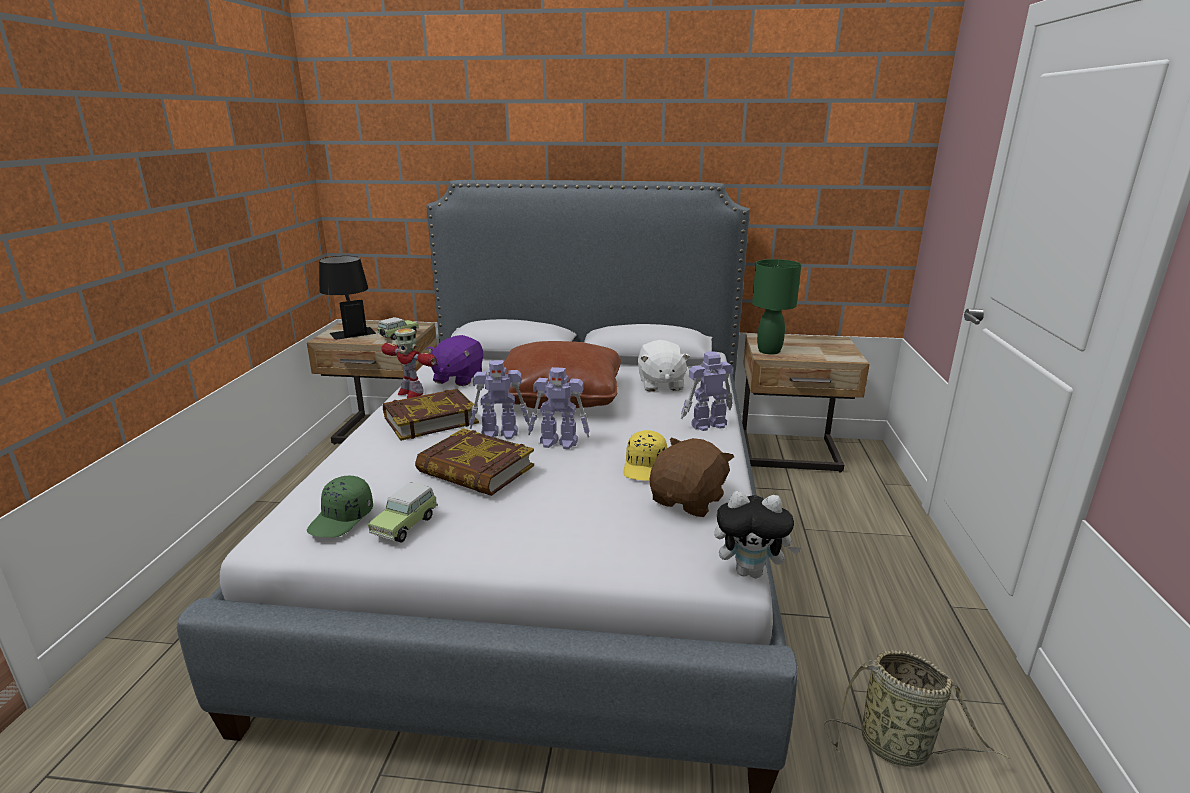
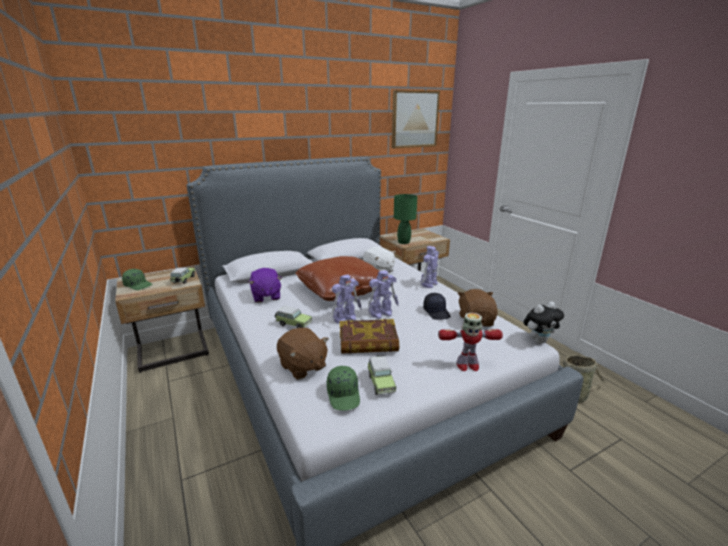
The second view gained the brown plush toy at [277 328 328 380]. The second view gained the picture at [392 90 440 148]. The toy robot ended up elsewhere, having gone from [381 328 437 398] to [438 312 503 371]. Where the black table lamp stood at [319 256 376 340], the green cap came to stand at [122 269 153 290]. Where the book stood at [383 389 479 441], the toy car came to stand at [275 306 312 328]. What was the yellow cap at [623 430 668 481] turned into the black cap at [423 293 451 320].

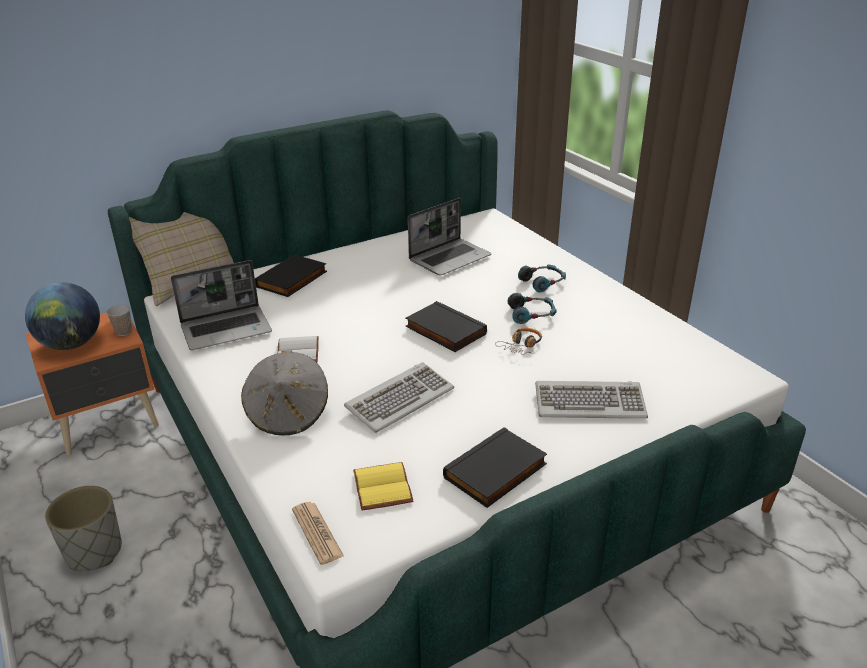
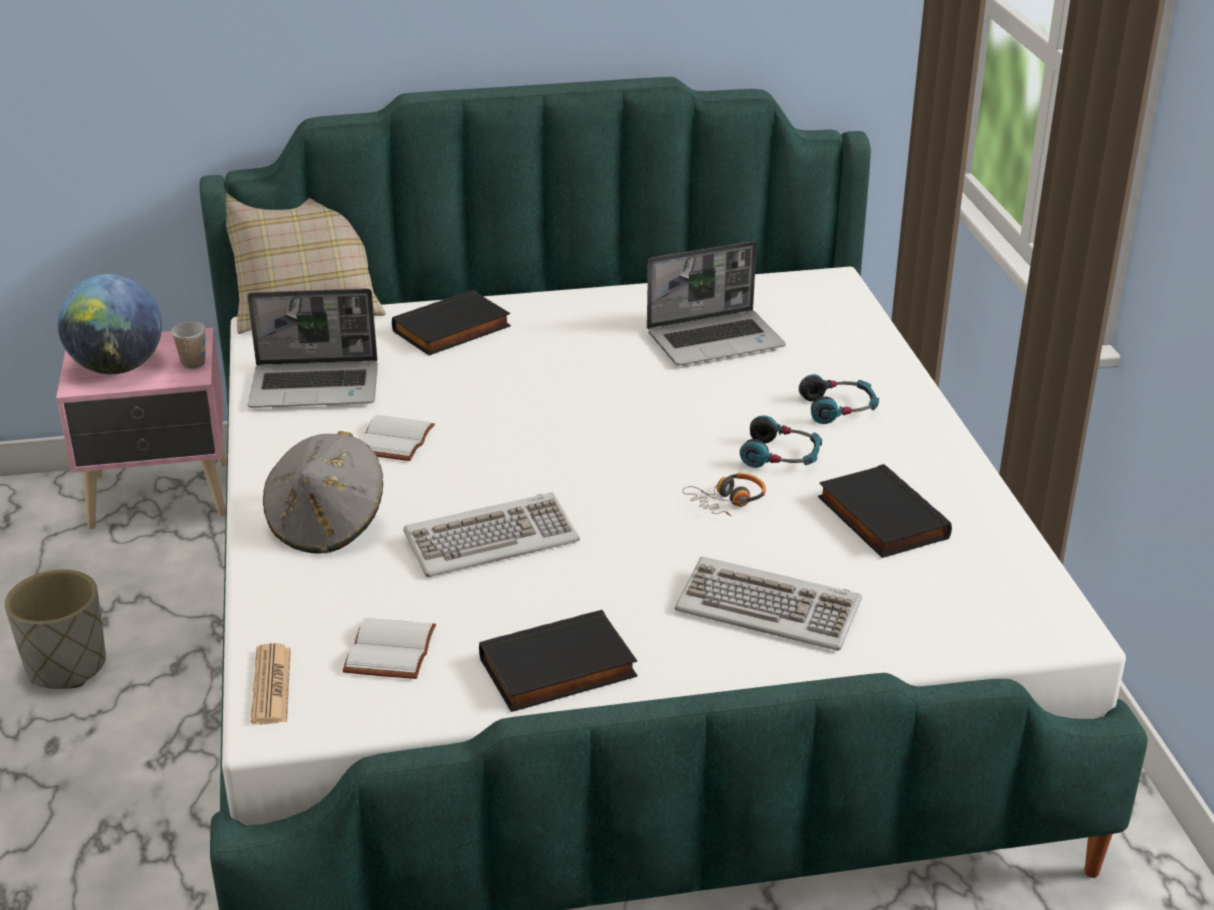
The black book ended up elsewhere, having gone from [405 301 487 352] to [818 464 952 558]. What was the orange nightstand at [25 313 159 455] turned into the pink nightstand at [56 328 227 529]. What was the yellow book at [353 462 413 511] turned into the white book at [342 618 436 679].

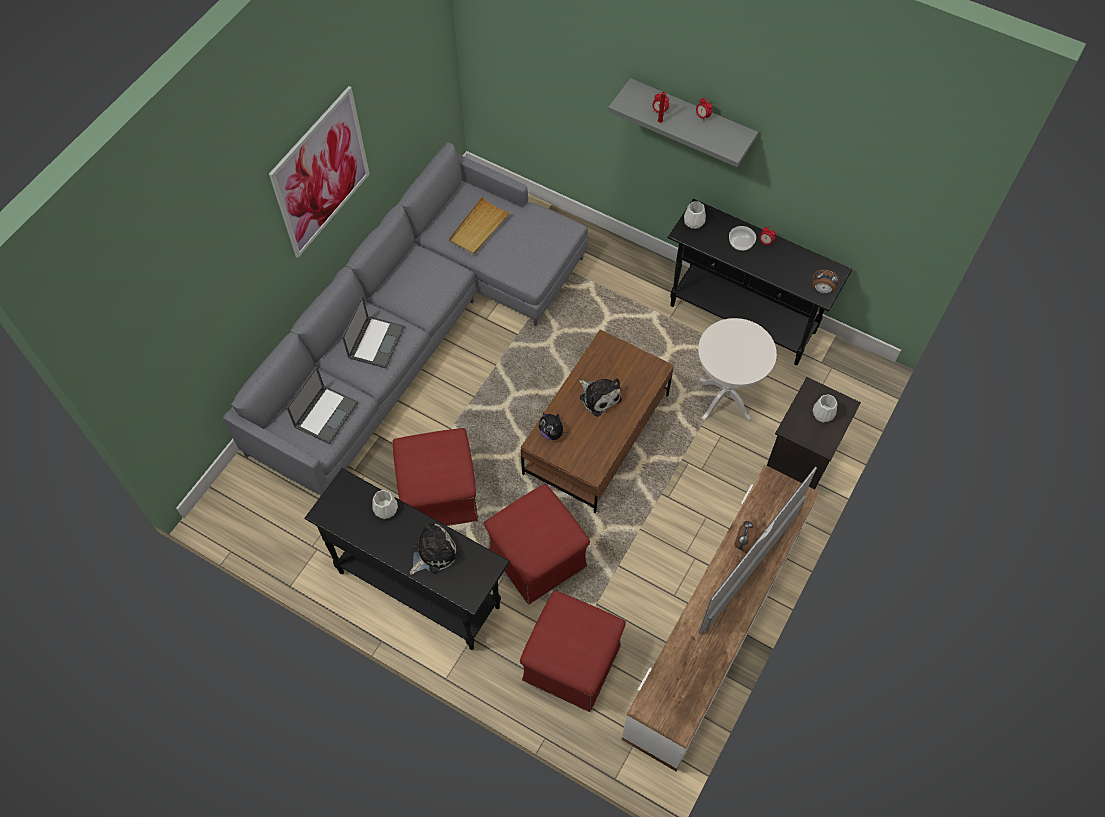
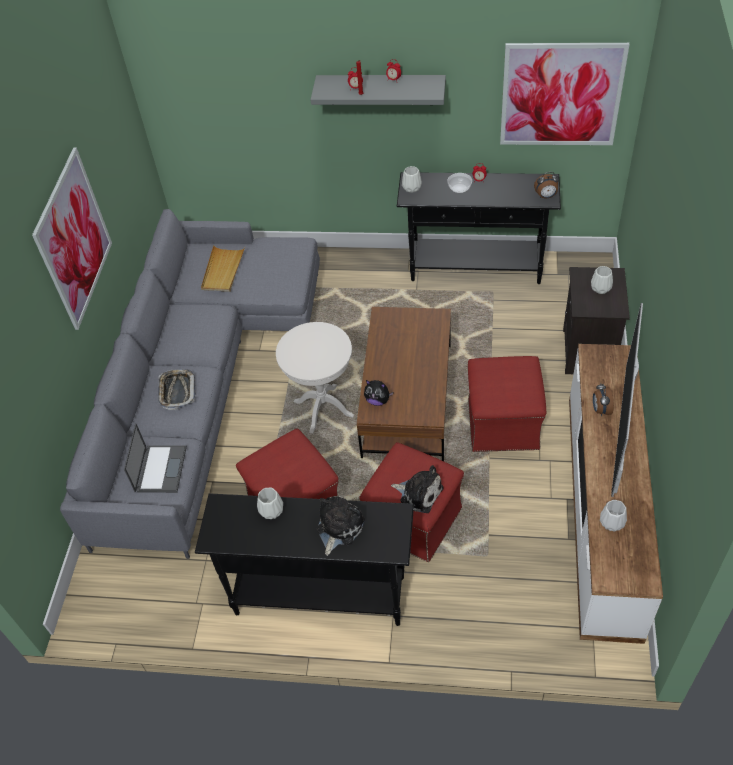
The second view gained the picture at [500 43 630 145]. The second view gained the white vase at [600 500 627 532]. The red ottoman ended up elsewhere, having gone from [520 590 626 712] to [468 356 546 452]. The plush toy ended up elsewhere, having gone from [579 378 622 417] to [391 465 443 513]. The white side table ended up elsewhere, having gone from [698 318 777 422] to [276 322 354 434]. Where the laptop stood at [342 296 405 368], the tray came to stand at [158 369 195 410].

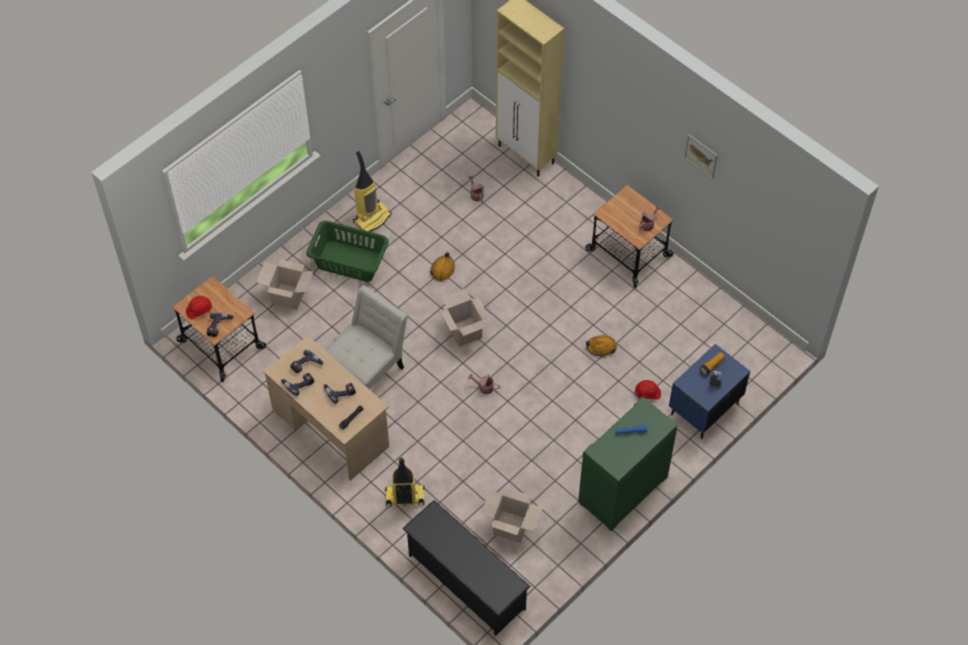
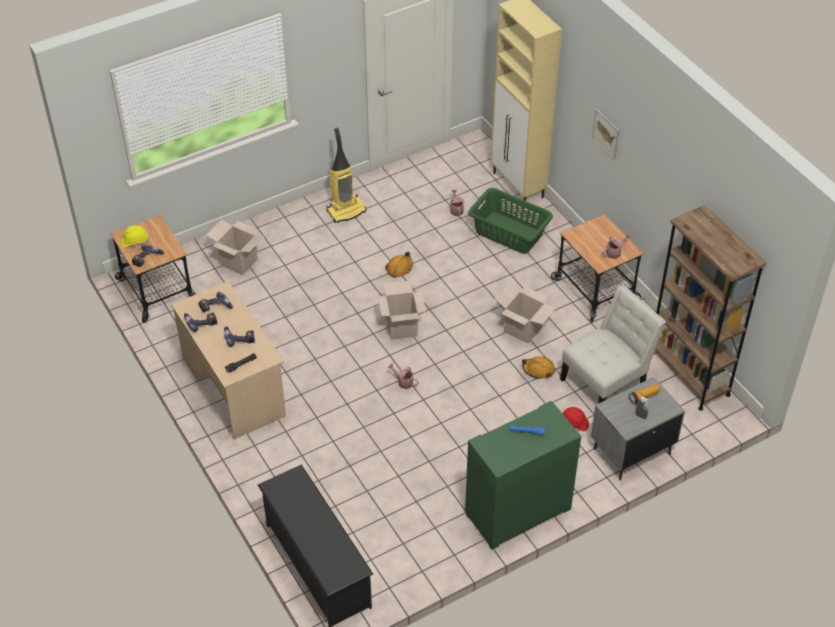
The second view lost the vacuum cleaner at [385 458 425 507]. The second view gained the brown bookcase at [655 205 767 411]. The green laundry basket ended up elsewhere, having gone from [306 221 389 282] to [468 188 553 254]. The white chair ended up elsewhere, having gone from [325 285 408 389] to [560 285 666 404]. The cardboard box ended up elsewhere, having gone from [481 488 543 543] to [495 282 557 344]. The picture ended up elsewhere, having gone from [684 134 718 179] to [592 109 619 160]. What was the red hard hat at [186 296 212 319] turned into the yellow hard hat at [121 225 149 247]. What was the blue nightstand at [669 344 750 439] turned into the grey nightstand at [591 377 685 480].

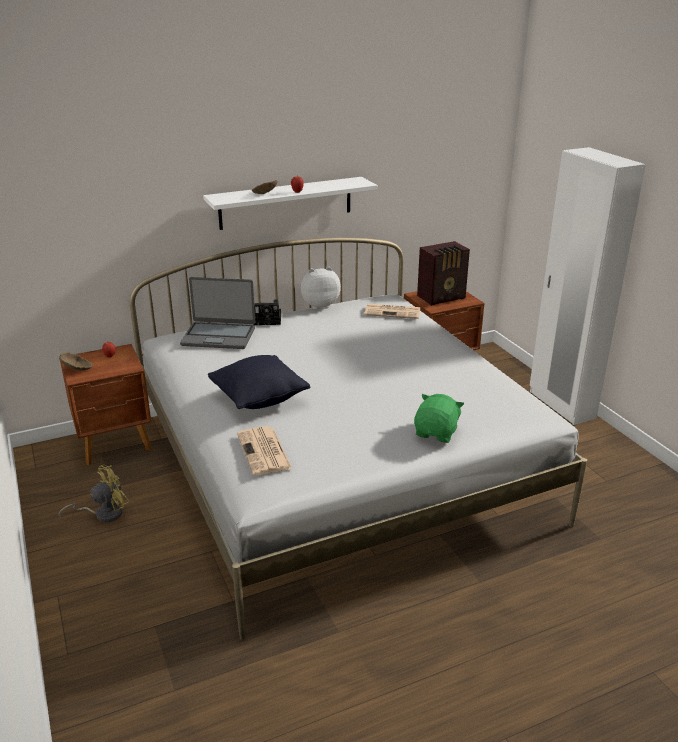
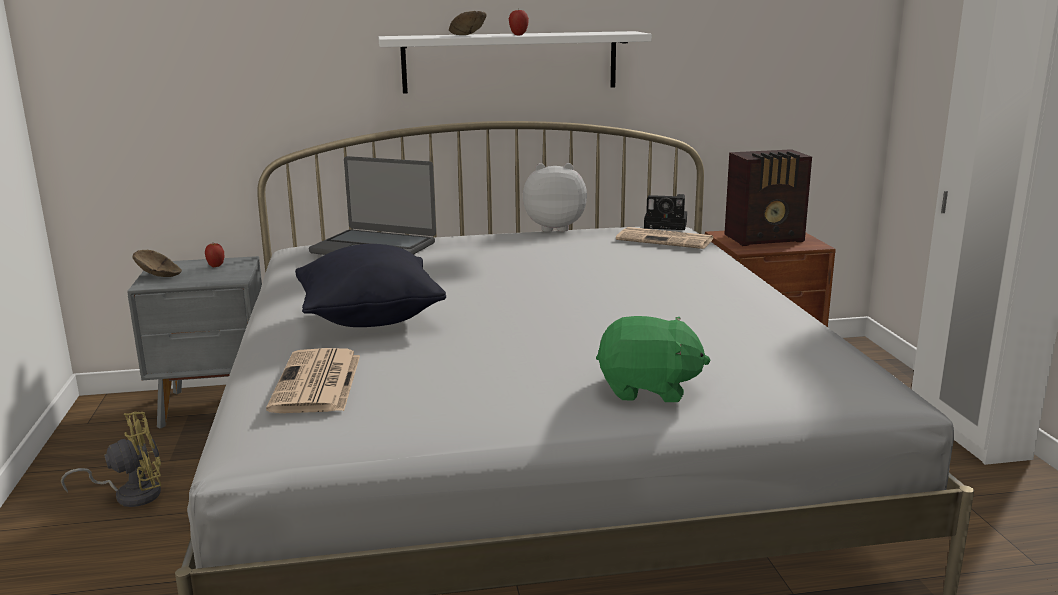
The photo camera ended up elsewhere, having gone from [254 299 281 325] to [644 194 687 230]. What was the brown nightstand at [60 344 152 465] turned into the grey nightstand at [127 256 262 428]. The green plush toy at [414 394 464 443] ended up facing another way, 60 degrees clockwise from before.

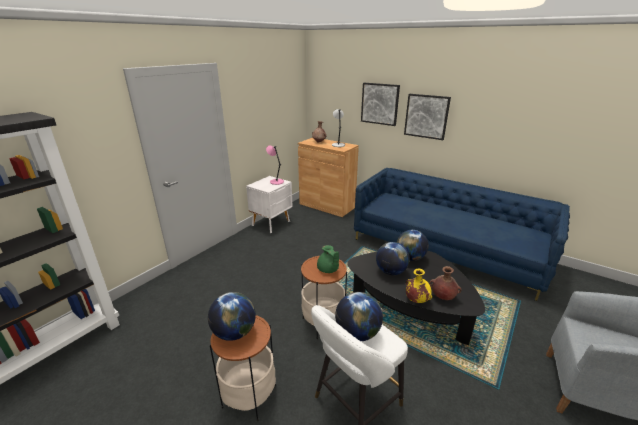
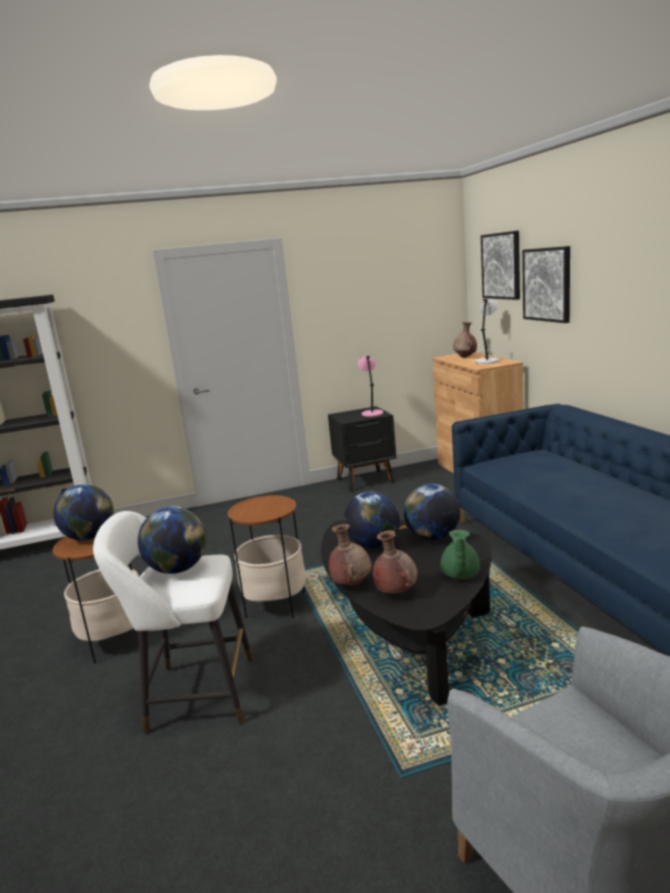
The green teapot ended up elsewhere, having gone from [317 245 339 273] to [440 530 480 579]. The picture ended up elsewhere, having gone from [404 94 451 140] to [481 231 520 300]. What was the white nightstand at [246 176 293 233] turned into the black nightstand at [328 406 396 492]. What was the yellow vase at [405 269 432 303] turned into the brown vase at [329 524 372 585].

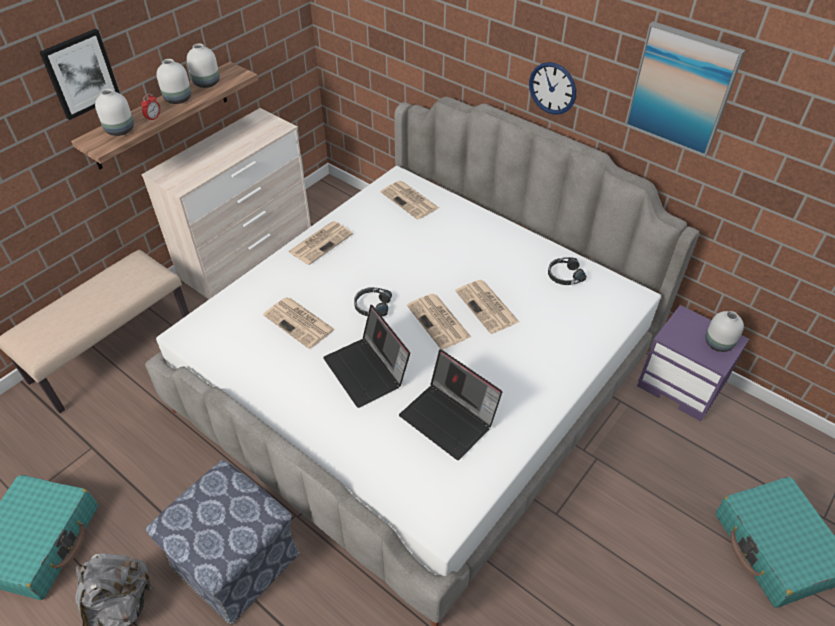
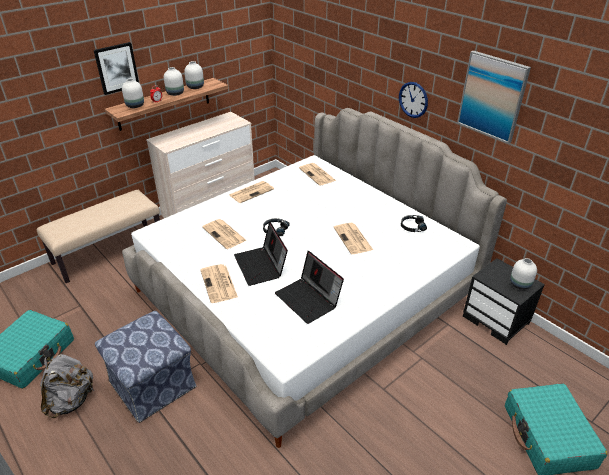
The newspaper ended up elsewhere, having gone from [407 294 471 350] to [200 264 238 303]. What was the purple nightstand at [637 305 749 421] turned into the black nightstand at [463 258 545 345].

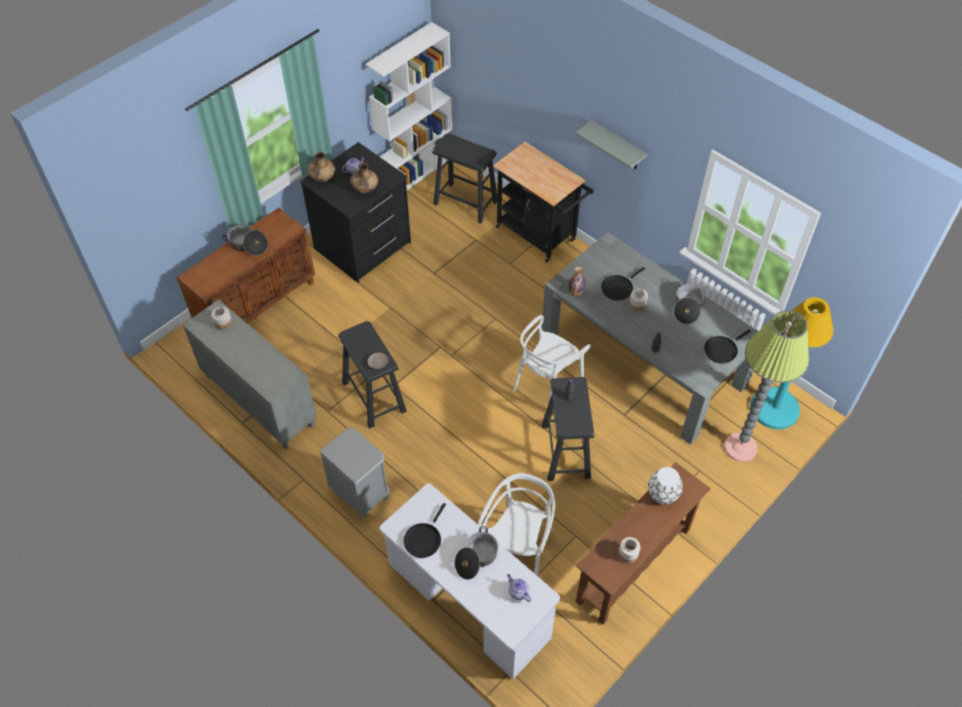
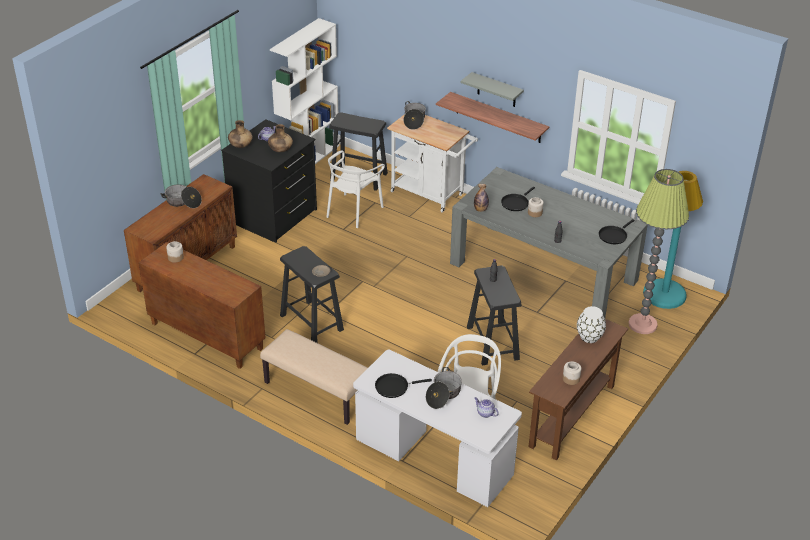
The second view gained the shelf at [436 92 549 143]. The white chair ended up elsewhere, having gone from [513 315 591 404] to [326 150 385 228]. The cooking pot ended up elsewhere, having gone from [674 280 704 324] to [404 101 426 130]. Where the grey nightstand stood at [319 428 389 518], the beige bench came to stand at [260 329 368 425]. What was the grey cabinet at [183 299 317 450] turned into the brown cabinet at [139 242 266 369]. What was the black cart at [493 142 594 262] turned into the white cart at [387 114 478 213]. The black frying pan at [403 503 446 558] ended up facing another way, 60 degrees clockwise from before.

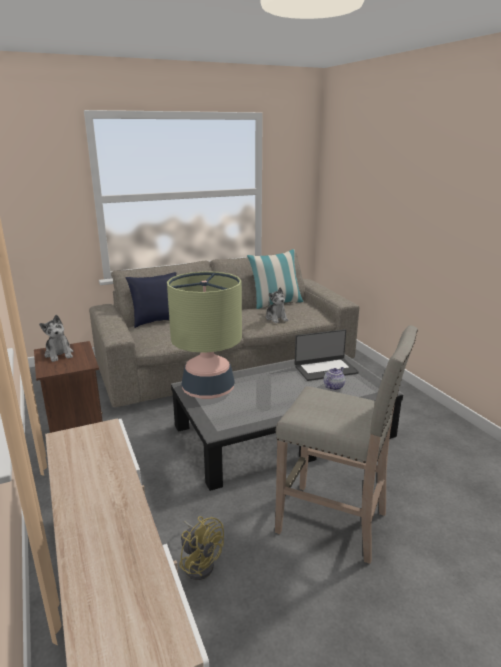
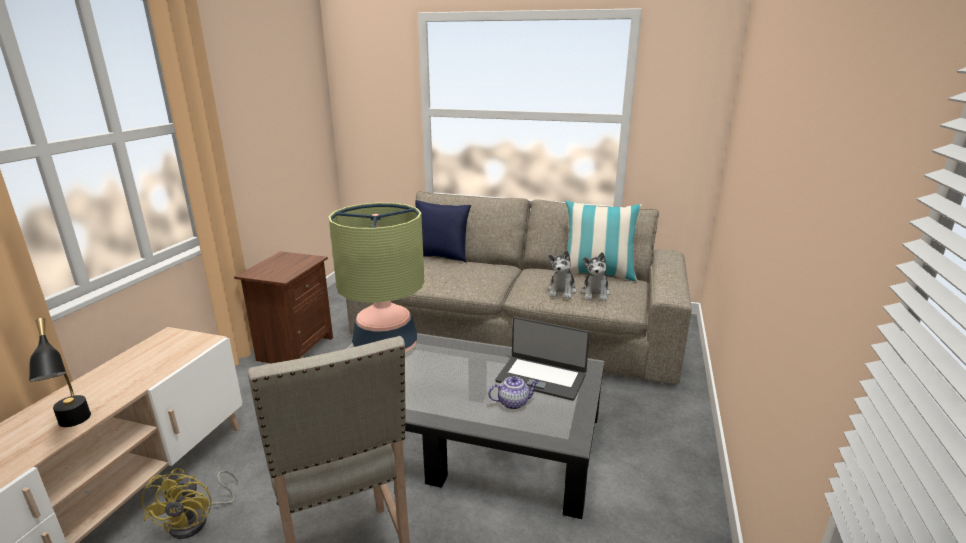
The second view gained the black table lamp at [29 318 91 427]. The plush toy ended up elsewhere, having gone from [39 315 73 362] to [581 252 610 301].

